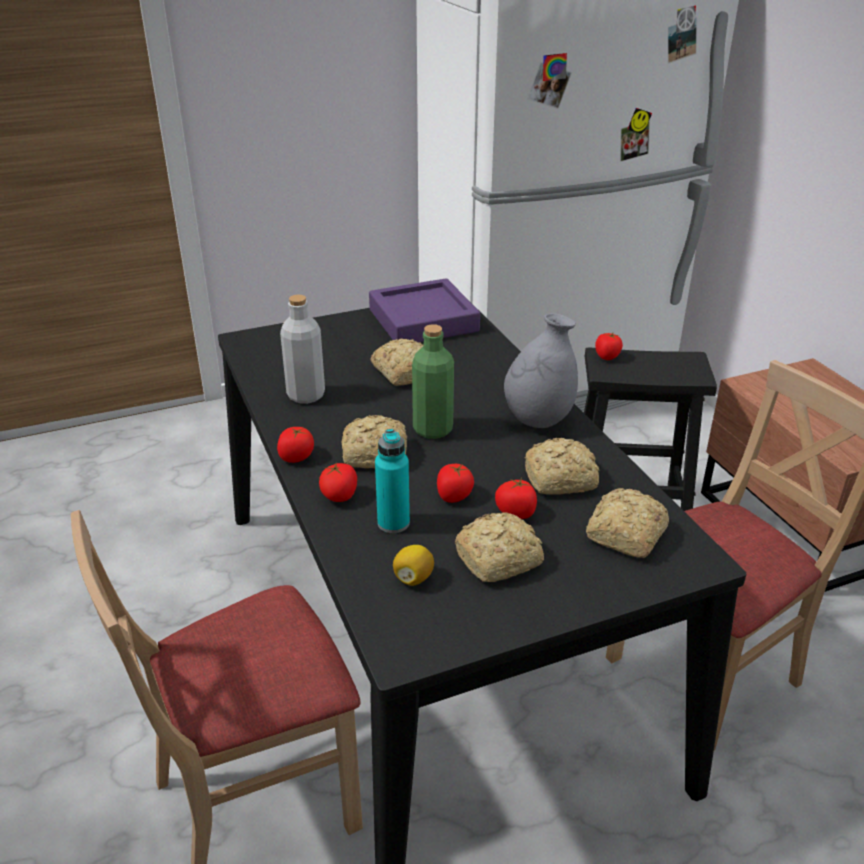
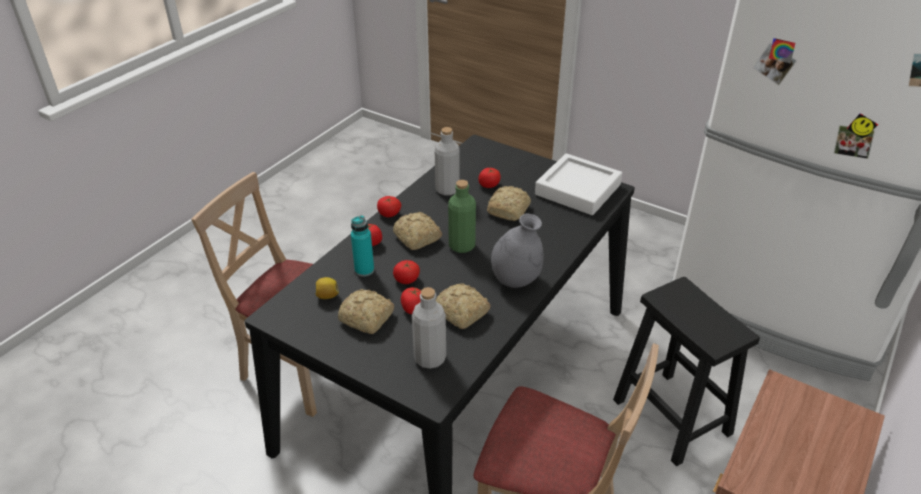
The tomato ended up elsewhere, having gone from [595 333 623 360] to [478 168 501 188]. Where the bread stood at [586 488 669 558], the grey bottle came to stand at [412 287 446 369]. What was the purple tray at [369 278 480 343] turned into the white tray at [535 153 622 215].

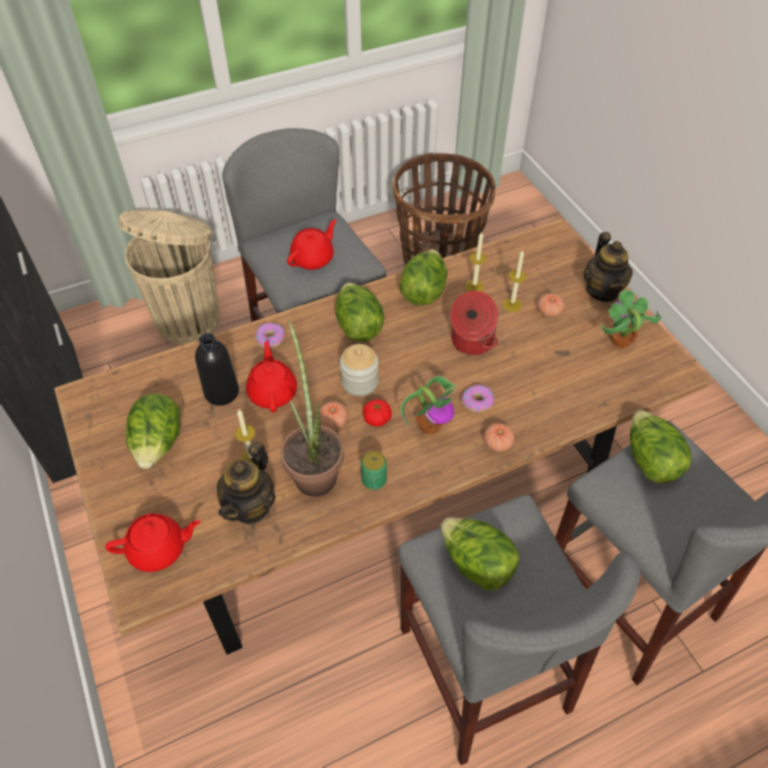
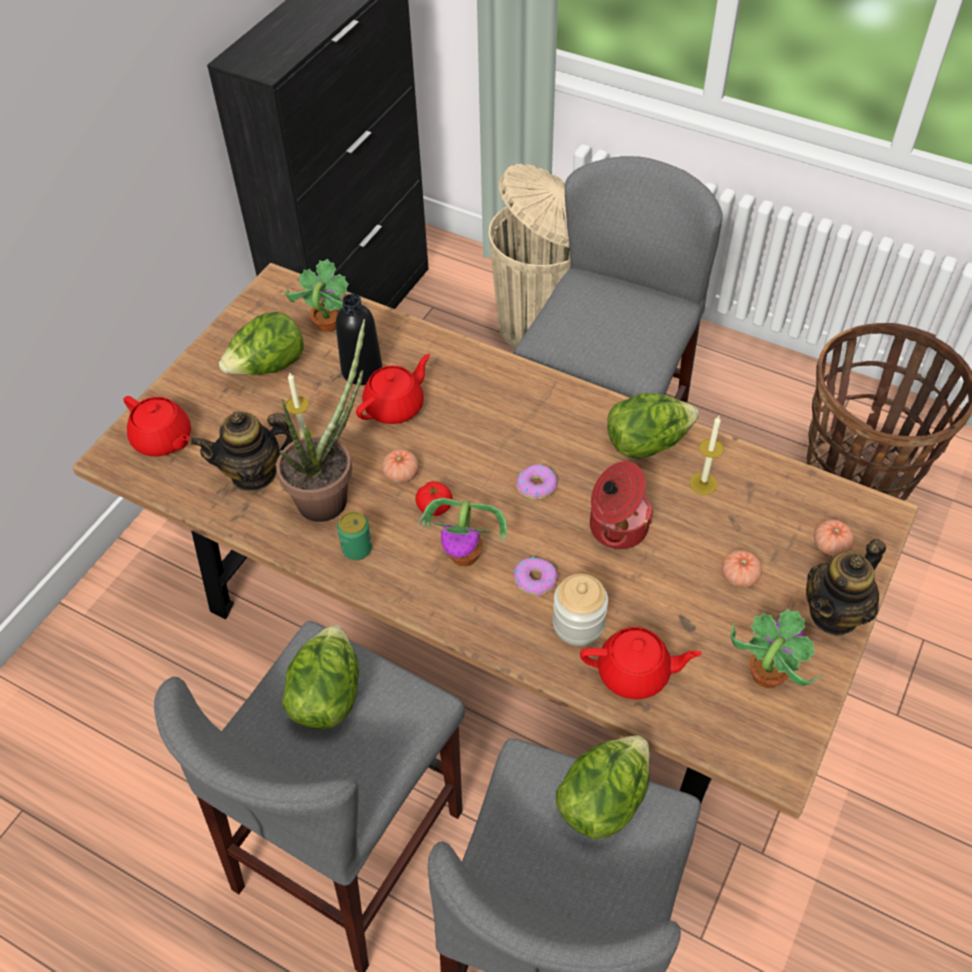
The second view lost the lettuce at [335 282 384 342]. The second view lost the candle at [502 250 526 312]. The second view gained the potted plant at [285 259 349 332]. The donut ended up elsewhere, having gone from [256 323 285 348] to [516 464 557 500]. The red teapot ended up elsewhere, having gone from [287 219 336 270] to [580 627 702 699]. The jar ended up elsewhere, having gone from [340 344 378 396] to [553 574 608 646]. The tomato ended up elsewhere, having gone from [484 423 515 452] to [814 520 854 556].

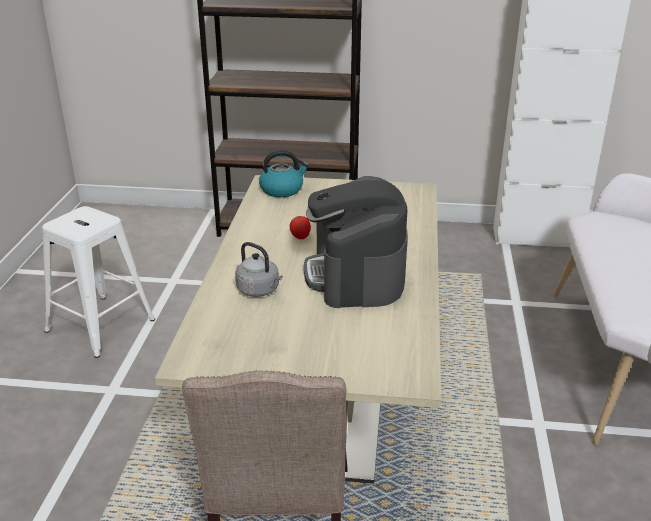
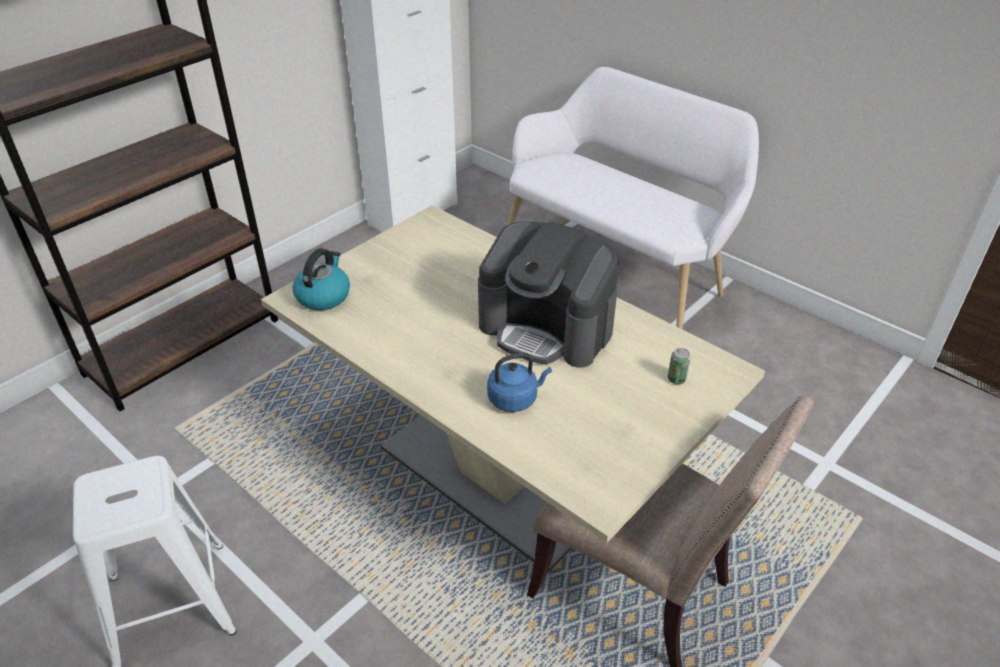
The second view lost the tomato at [290 216 311 239]. The second view gained the can at [668 348 691 384]. What was the grey kettle at [235 242 283 297] turned into the blue kettle at [487 353 552 412].

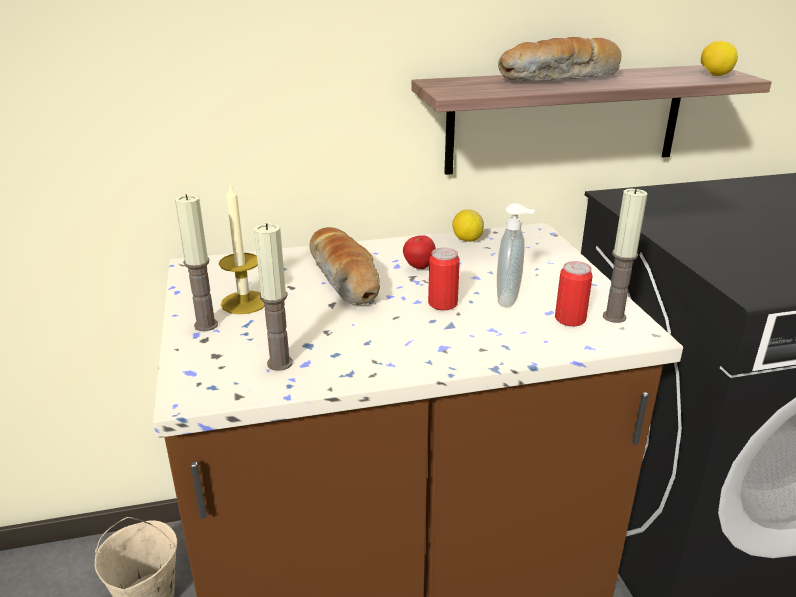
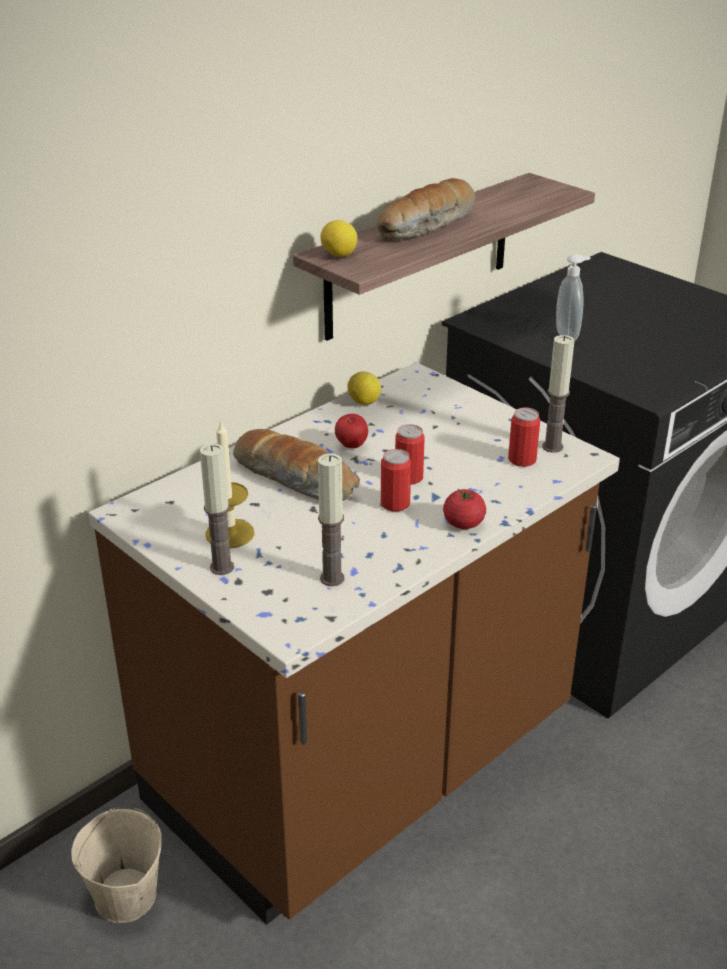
The second view gained the can at [381 449 411 512]. The second view gained the tomato at [443 488 486 529]. The soap dispenser ended up elsewhere, having gone from [497 203 535 307] to [556 254 591 341]. The lemon ended up elsewhere, having gone from [701 41 738 76] to [320 220 358 257].

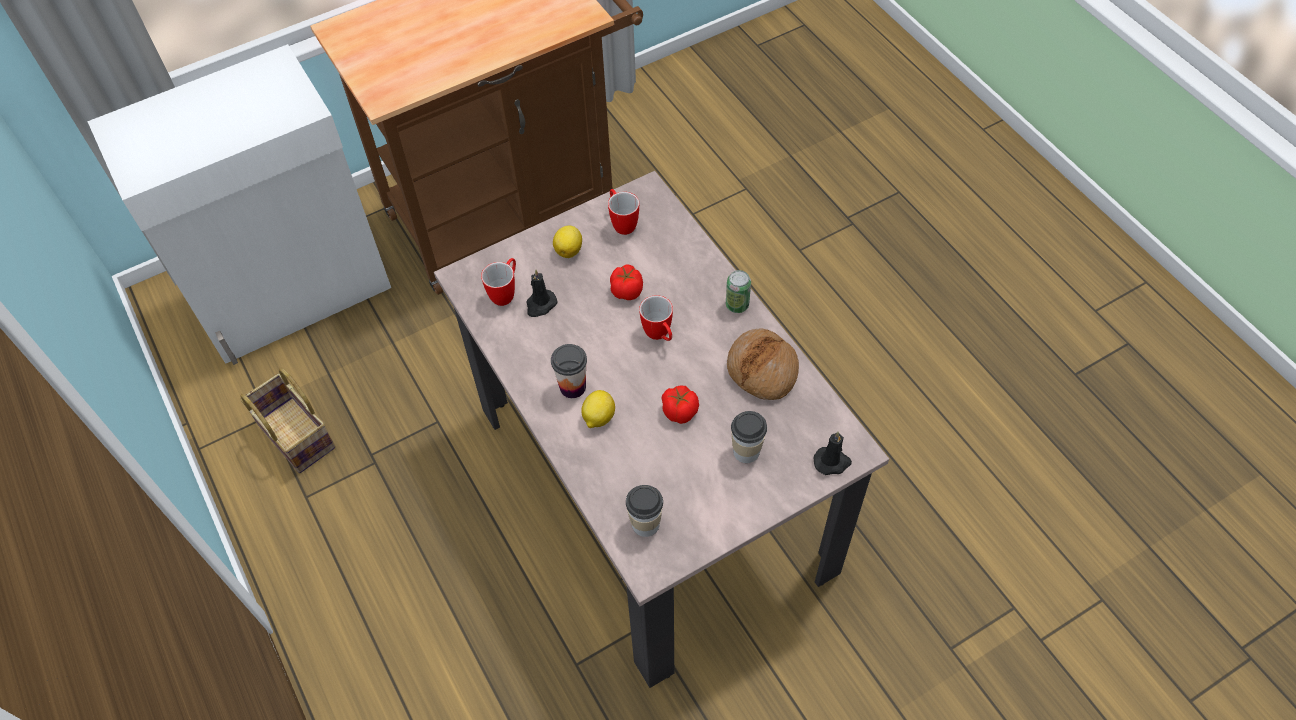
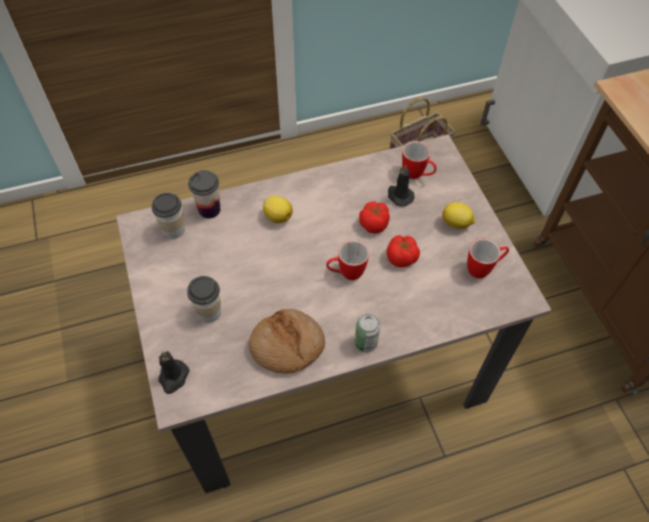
The cup ended up elsewhere, having gone from [551 344 587 398] to [188 170 220 218]. The tomato ended up elsewhere, having gone from [662 385 699 424] to [359 201 390 234].

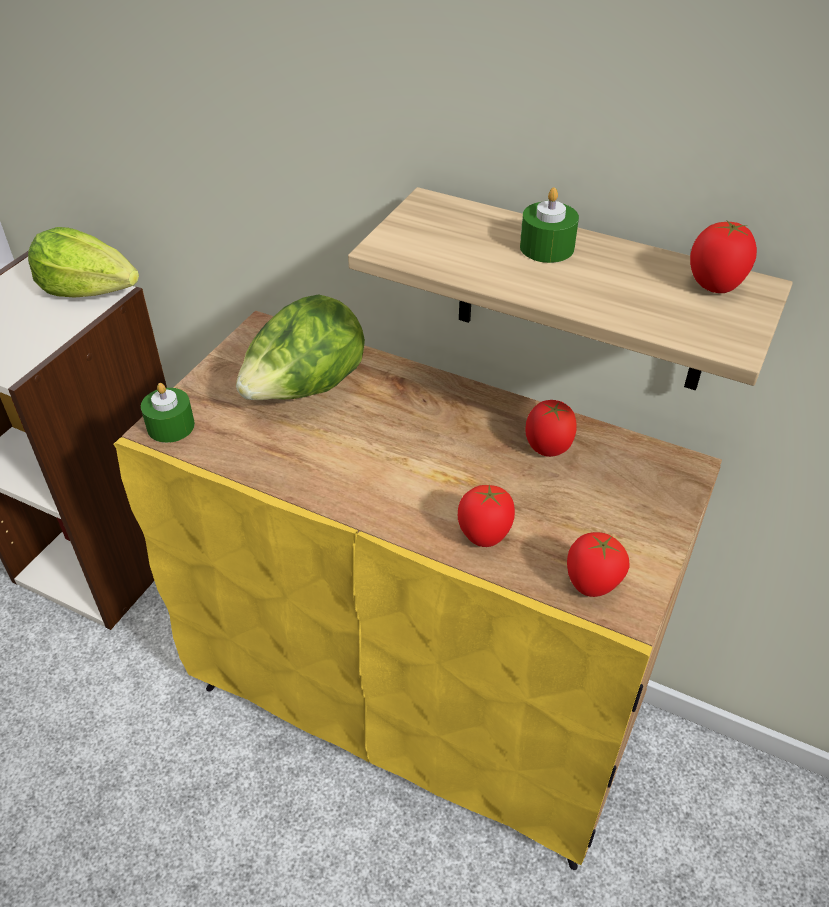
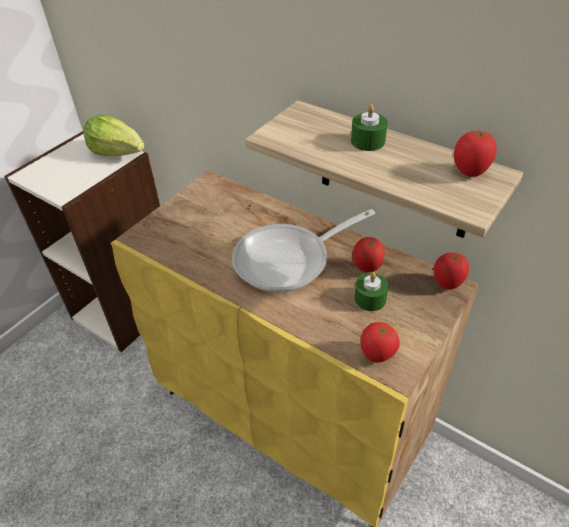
The second view lost the lettuce at [236 295 365 400]. The second view gained the frying pan at [232 209 375 292]. The green candle ended up elsewhere, having gone from [141 383 195 443] to [354 272 388 311]. The tomato ended up elsewhere, having gone from [458 485 515 547] to [434 253 469 289].

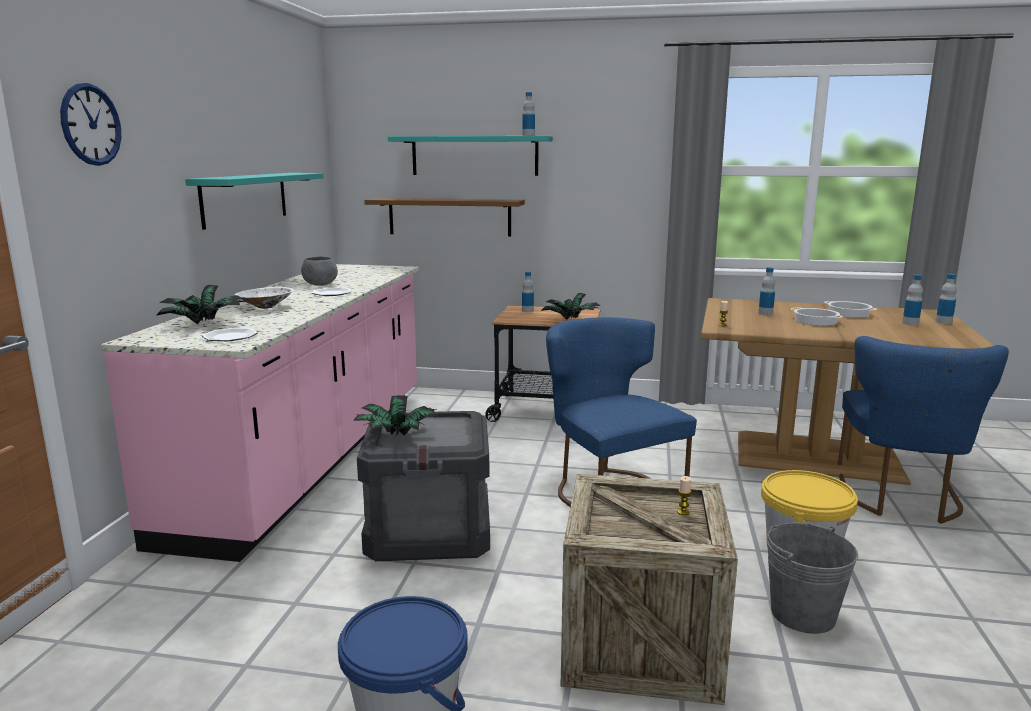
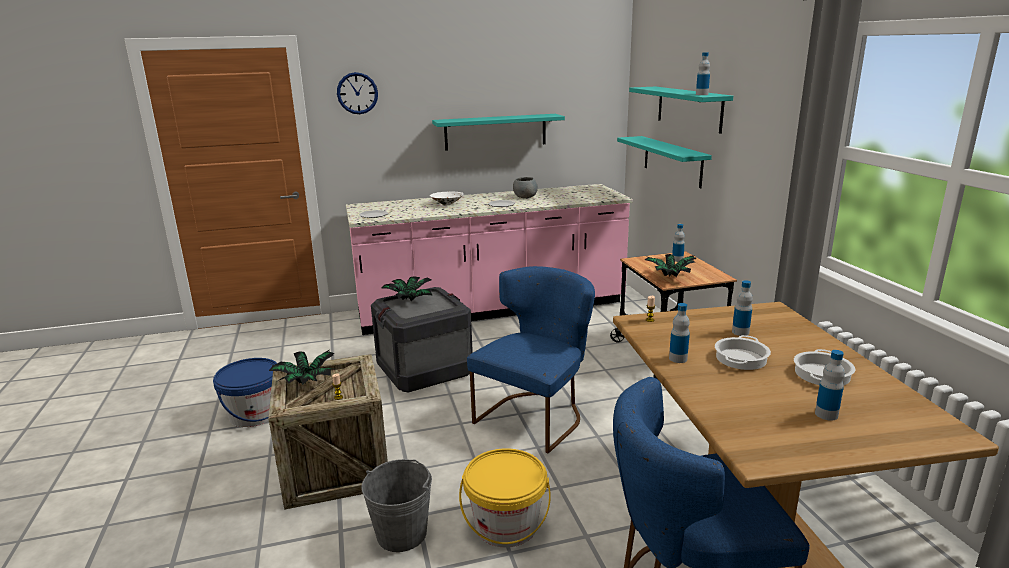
The potted plant ended up elsewhere, having gone from [156 285 244 324] to [269 350 335 385]. The bottle ended up elsewhere, having gone from [936 274 957 324] to [669 303 690 363]. What was the brown shelf at [364 198 525 237] turned into the turquoise shelf at [617 136 712 188].

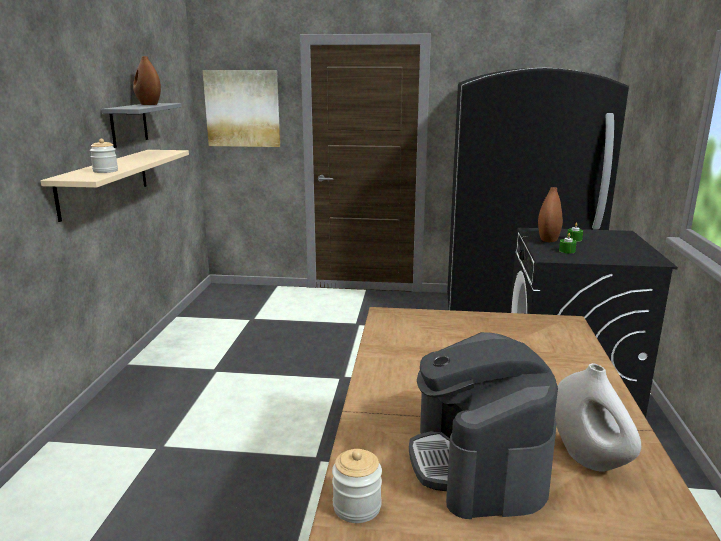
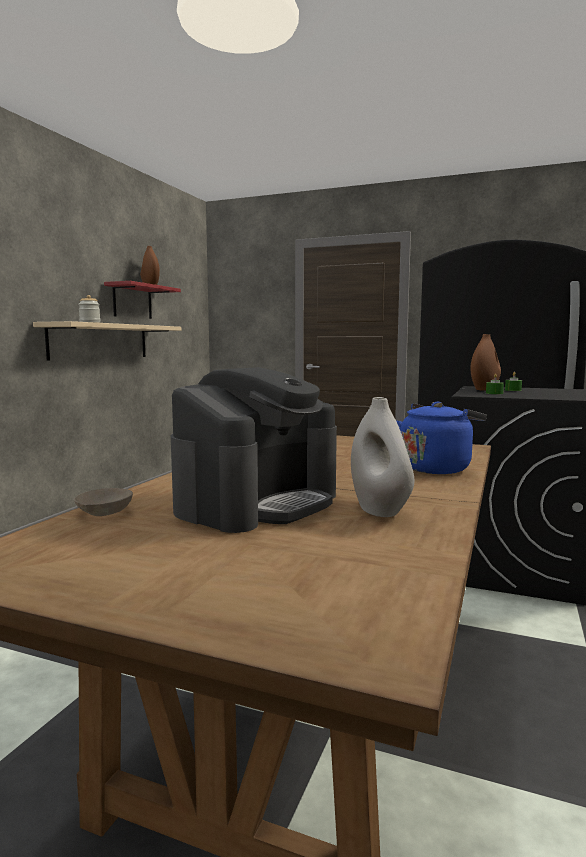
The second view lost the picture at [203 70 280 147]. The second view gained the blue kettle at [397 402 487 474]. Where the jar stood at [332 449 382 523], the beige bowl came to stand at [74 488 133 516]. What was the grey shelf at [101 103 182 148] turned into the red shelf at [104 281 181 319]. The coffee machine at [409 332 558 519] ended up facing another way, 150 degrees counterclockwise from before.

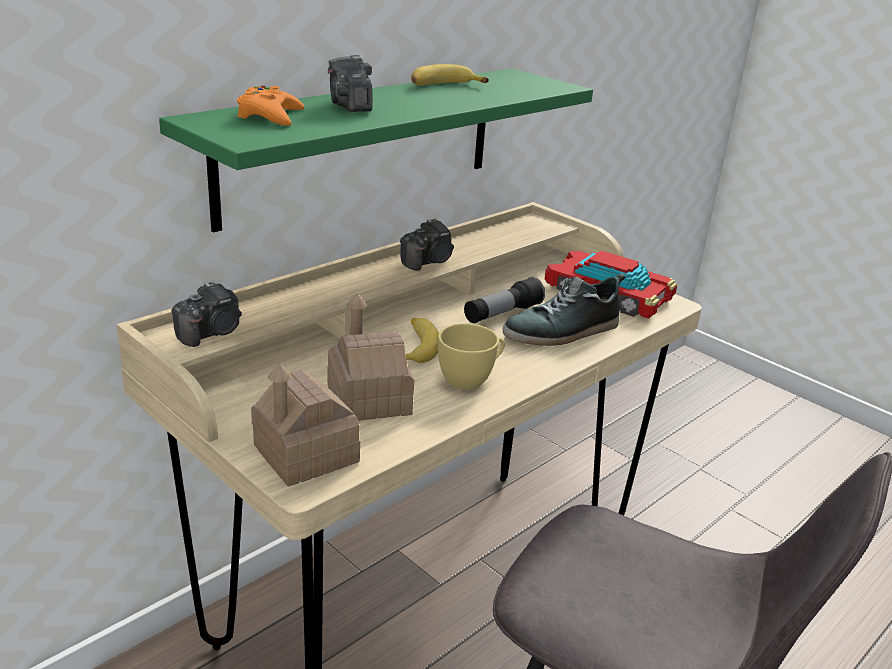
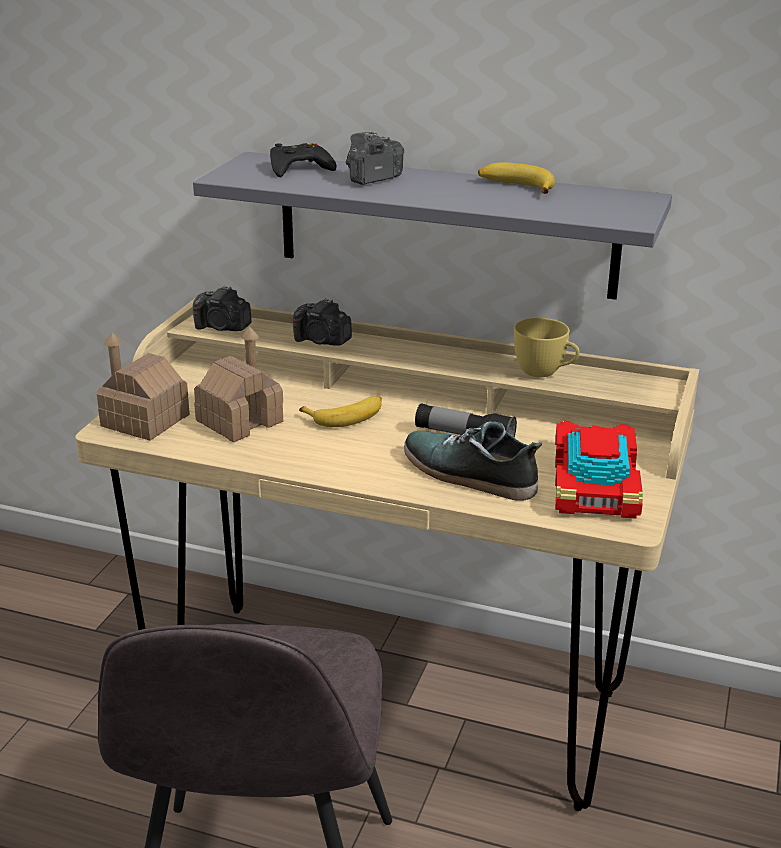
The photo camera ended up elsewhere, having gone from [400 218 454 271] to [293 298 352 346]. The yellow cup ended up elsewhere, having gone from [438 323 505 390] to [514 318 580 377]. What was the green shelf at [159 68 593 233] turned into the grey shelf at [193 152 672 300]. What was the orange game controller at [237 86 304 126] turned into the black game controller at [270 143 337 177].

